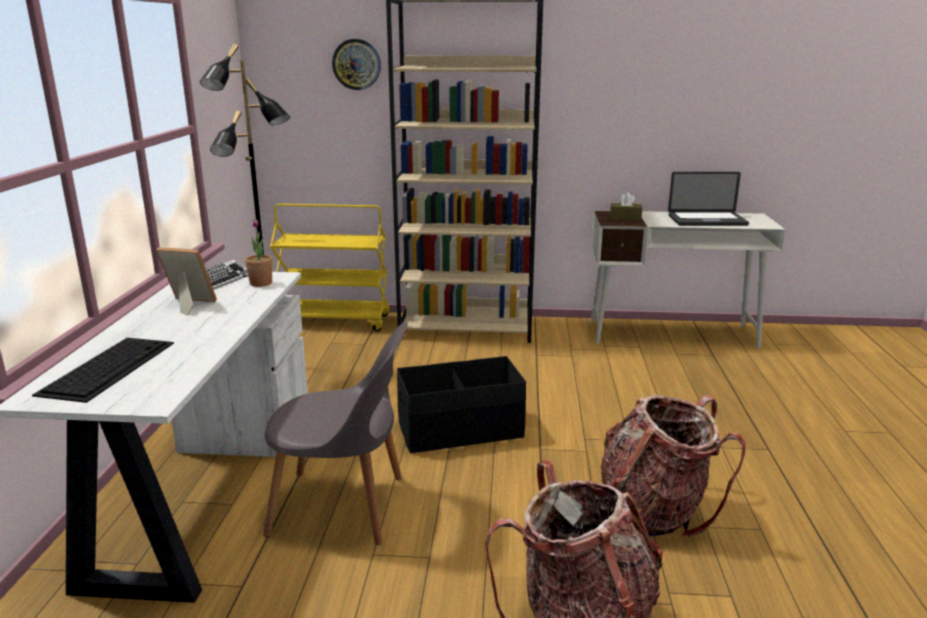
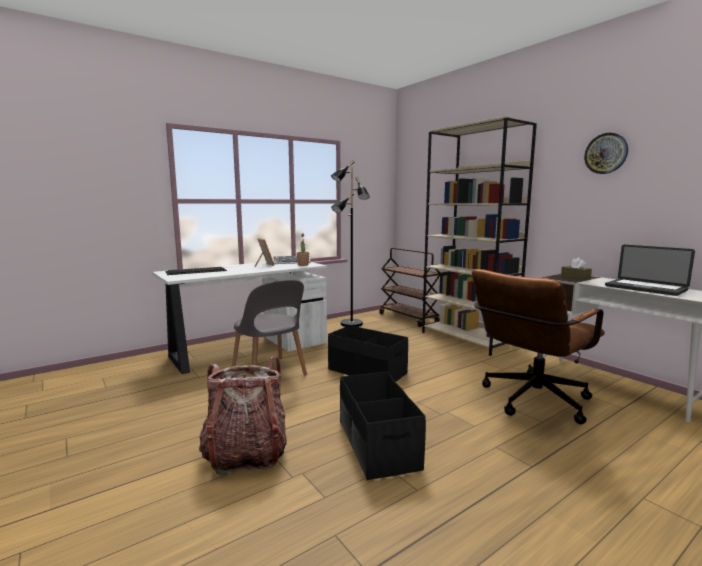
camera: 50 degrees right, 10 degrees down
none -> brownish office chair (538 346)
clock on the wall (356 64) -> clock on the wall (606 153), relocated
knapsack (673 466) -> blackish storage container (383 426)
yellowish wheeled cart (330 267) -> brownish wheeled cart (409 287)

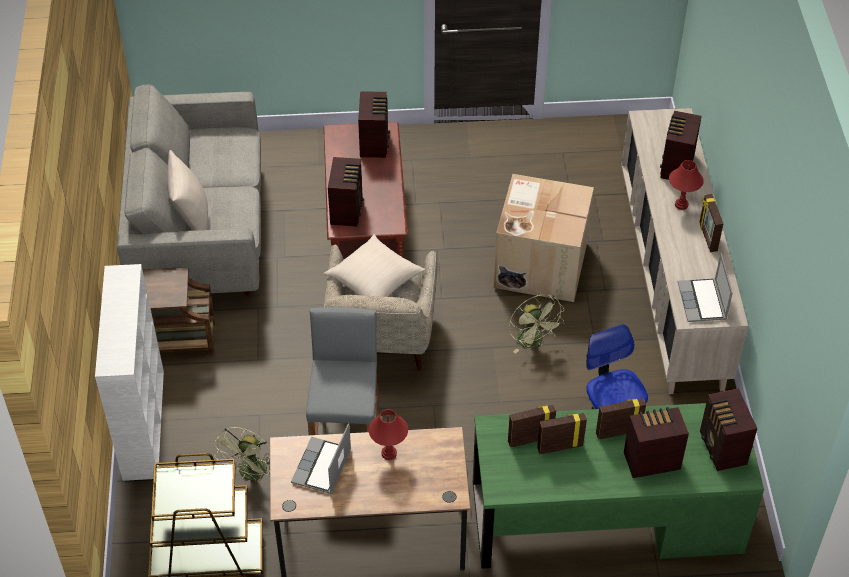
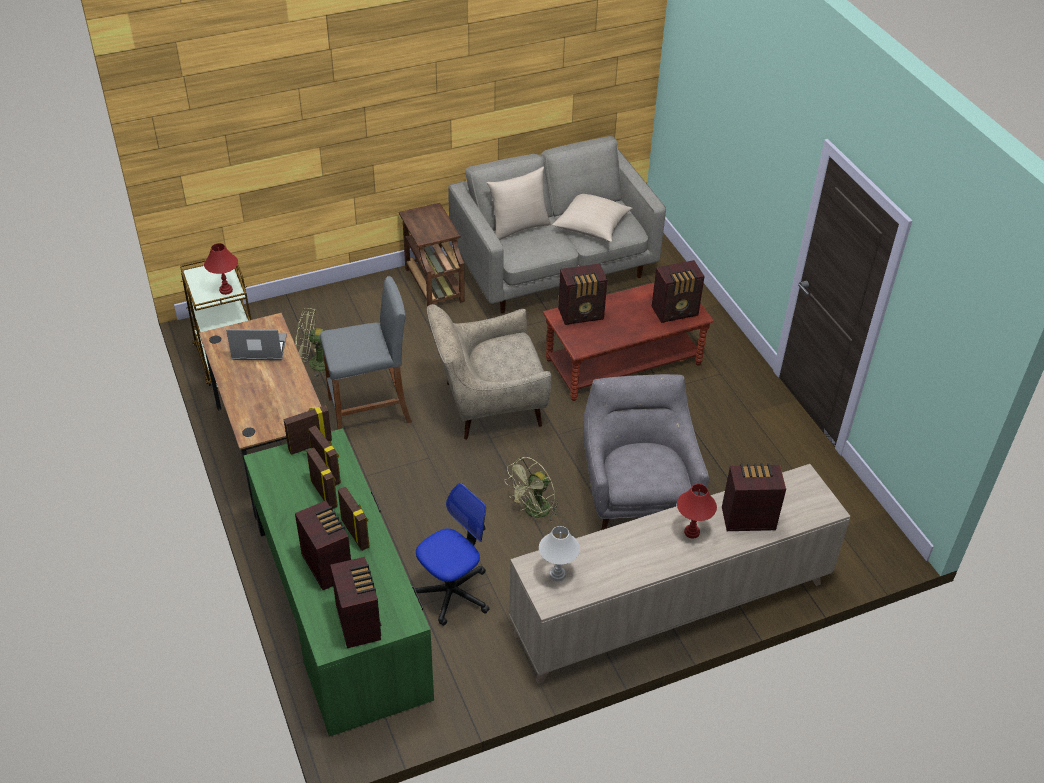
camera: 70 degrees right, 5 degrees down
white shelving unit (129 372) -> none
beige cushion (374 265) -> beige cushion (592 218), relocated
red lamp for a table (388 434) -> red lamp for a table (221 269), relocated
photo frame (711 223) -> photo frame (308 430), relocated
cardboard box (543 238) -> greyish armchair (646 452)
laptop (705 287) -> white lamp for a table (559 553)
radio (728 429) -> radio (355 602), 105 degrees clockwise

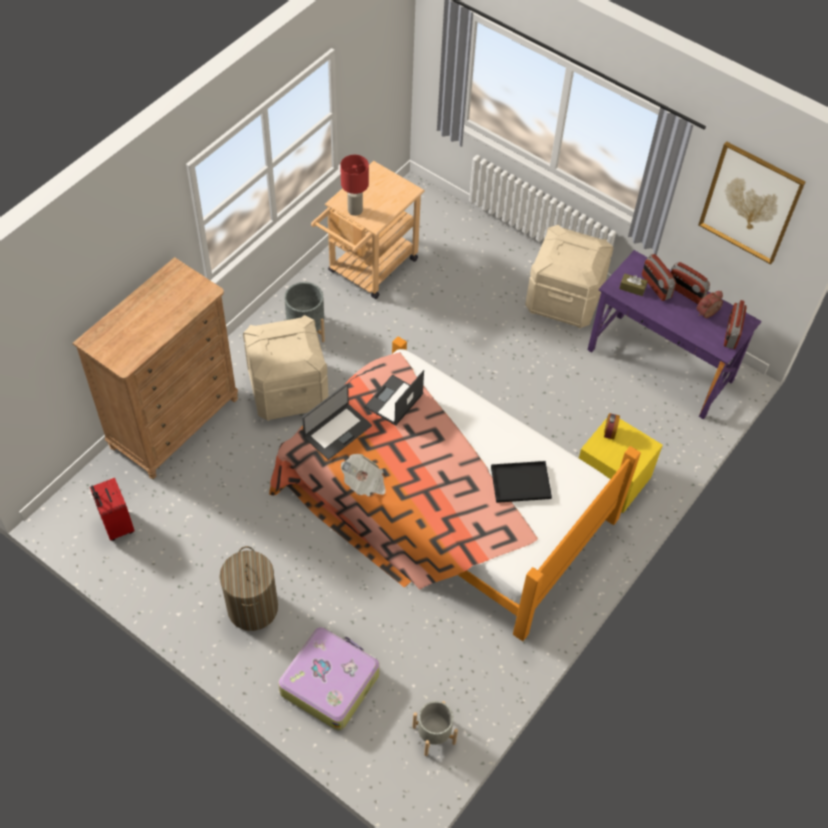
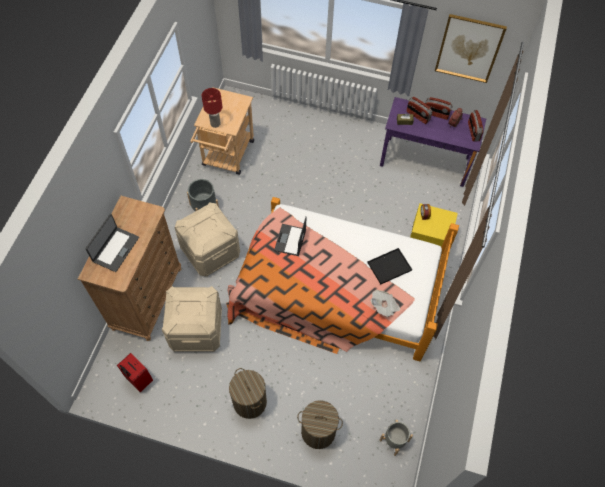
camera: 20 degrees left, 5 degrees up
laptop (337 421) -> laptop (112 243), relocated
printed paper (363 475) -> printed paper (385 303), relocated
beige storage container (569 276) -> beige storage container (192 319), relocated
travel case (329 678) -> washing basket (320 424)

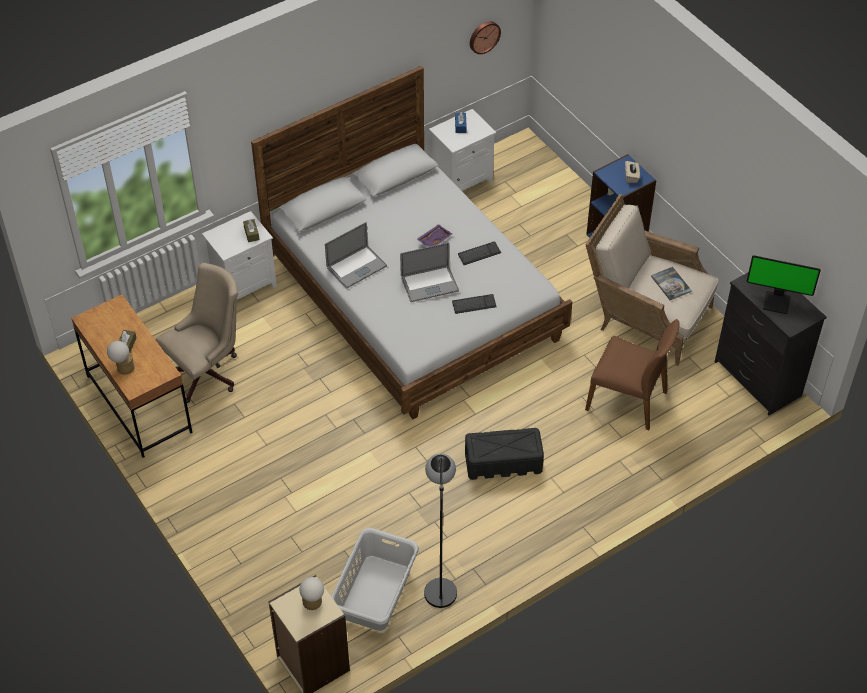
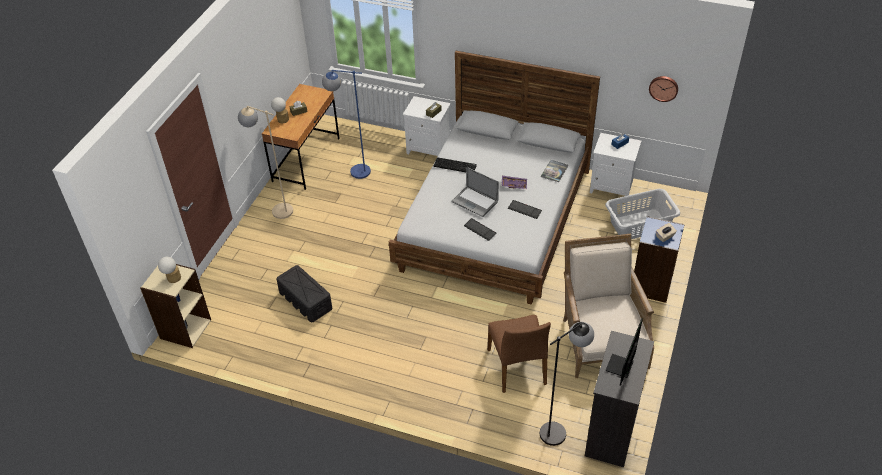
camera: 55 degrees right, 5 degrees down
none -> beige standing lamp (265 162)
greyish washing basket (375 579) -> greyish washing basket (642 214), relocated
blackish standing lamp (440 530) -> blackish standing lamp (567 384), relocated
blackish storage container (504 454) -> blackish storage container (304 293), relocated
book (671 283) -> book (554 171), relocated
beige office chair (197 333) -> blue-coloured standing lamp (346 124)
laptop (356 255) -> keyboard (455 164)
computer display (783 284) -> computer display (624 352), 45 degrees clockwise

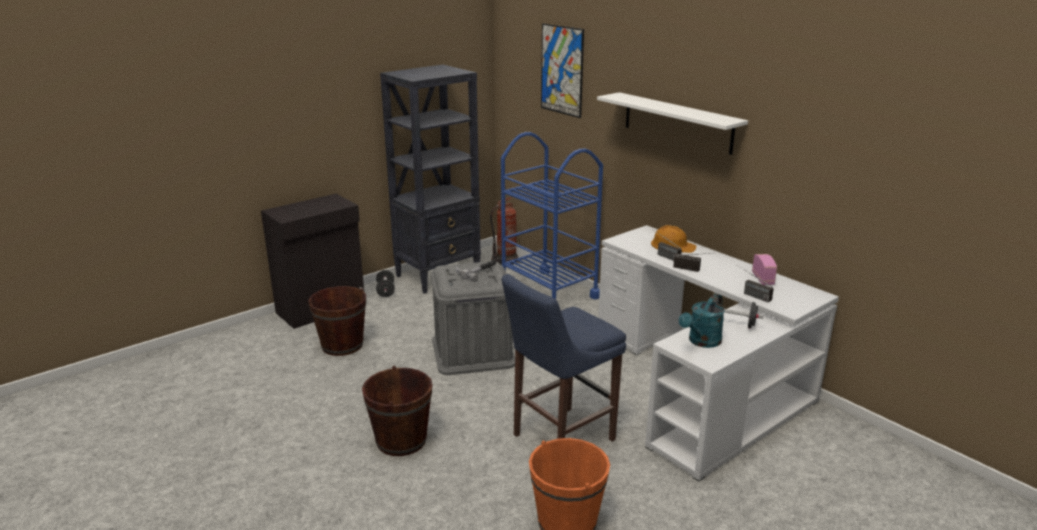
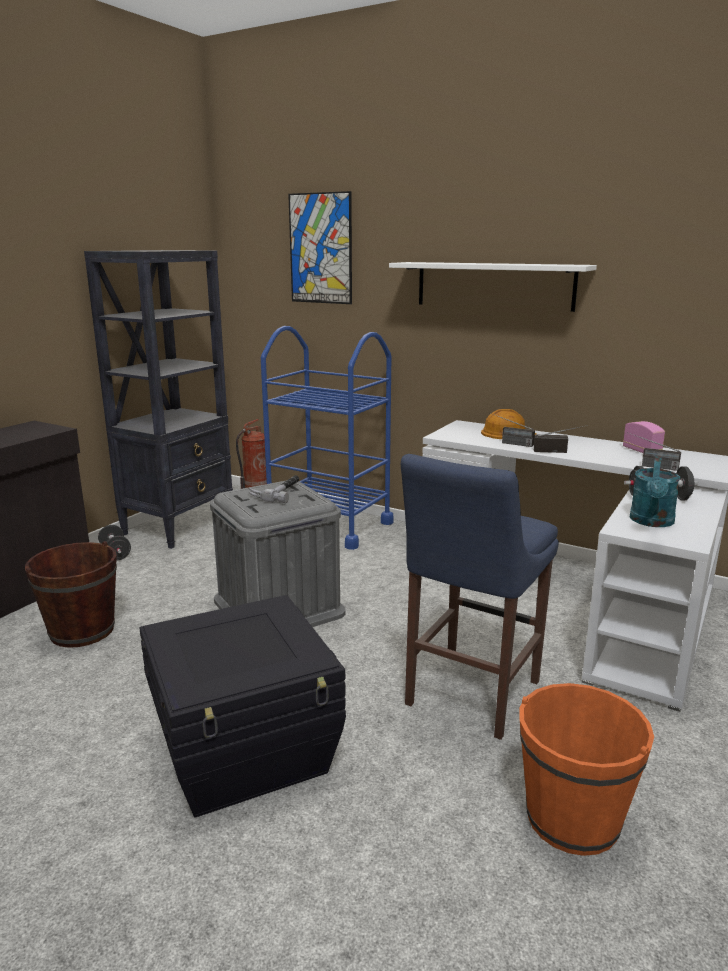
camera: 20 degrees left, 5 degrees down
brownish water bucket (397 410) -> blackish storage container (243 706)

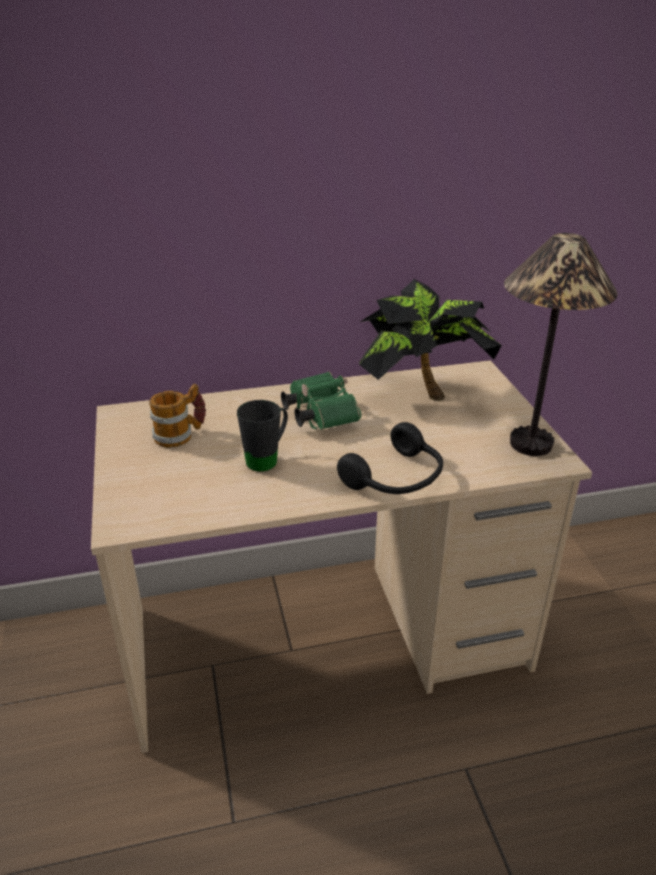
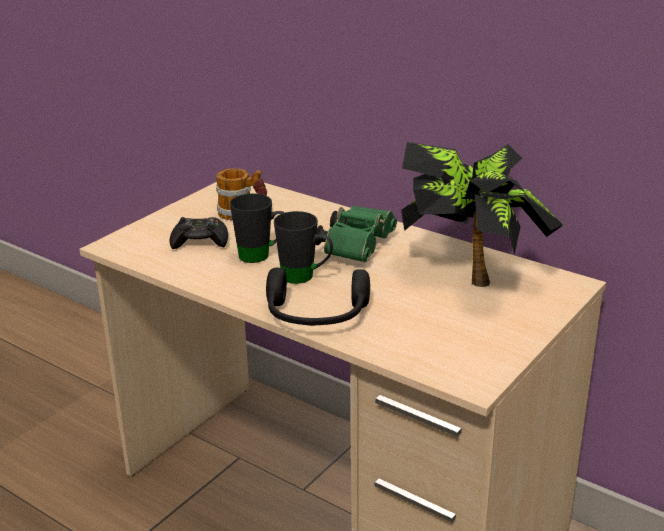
camera: 50 degrees right, 5 degrees down
lamp for a table (561 344) -> none
none -> blackish joypad (198 233)
none -> blackish tea mug (303 247)

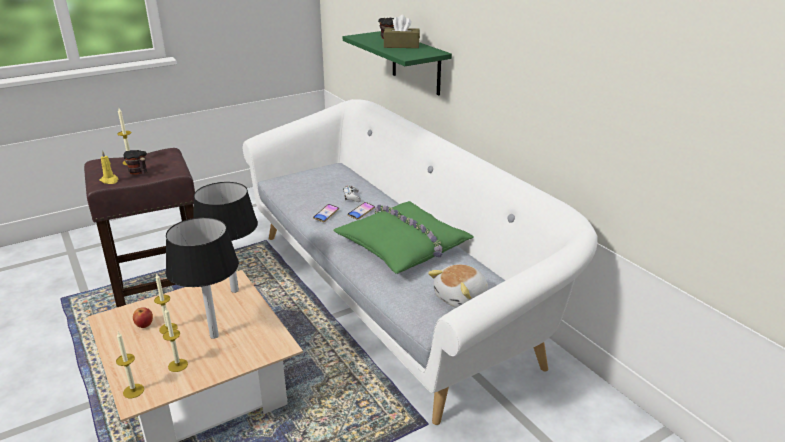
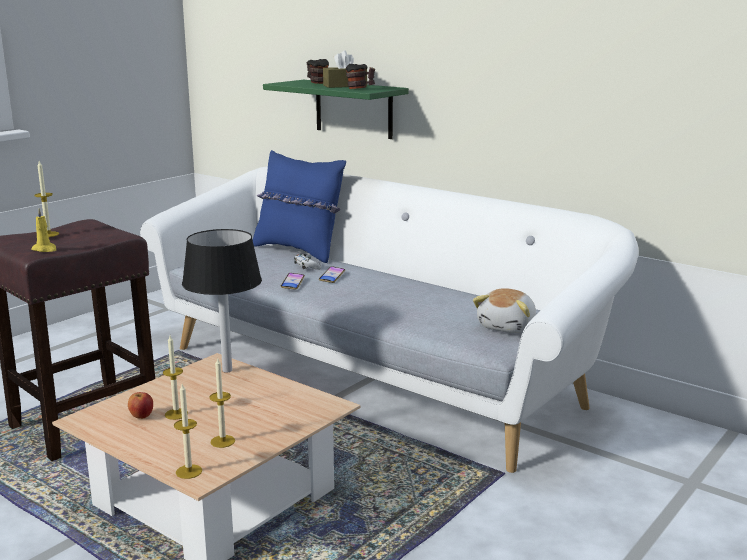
camera: 20 degrees left, 10 degrees down
blackish lamp for a table (202 278) -> none
green cushion (404 237) -> none
none -> blue-coloured cushion (299 206)
tea mug (135 162) -> tea mug (360 76), relocated

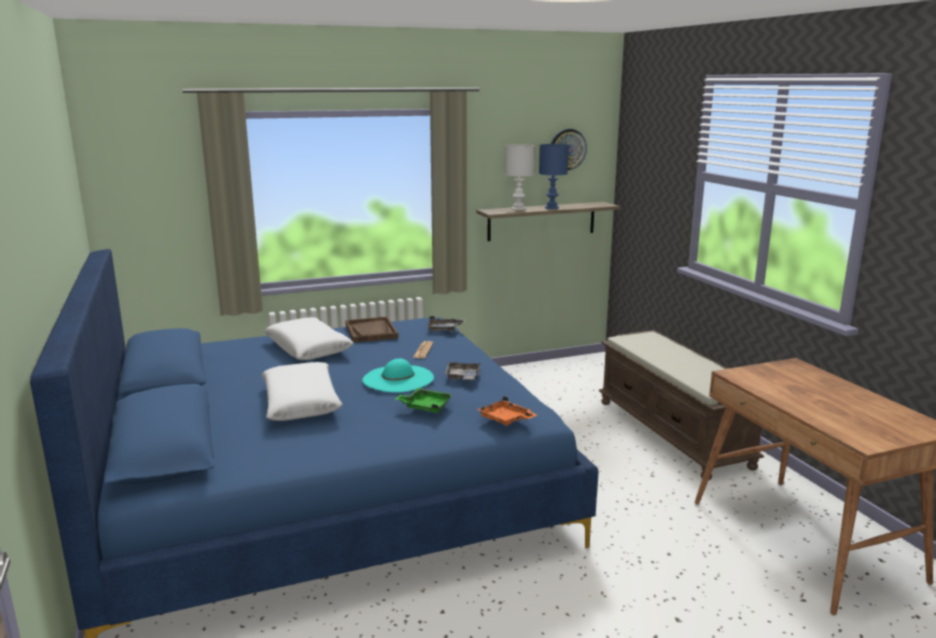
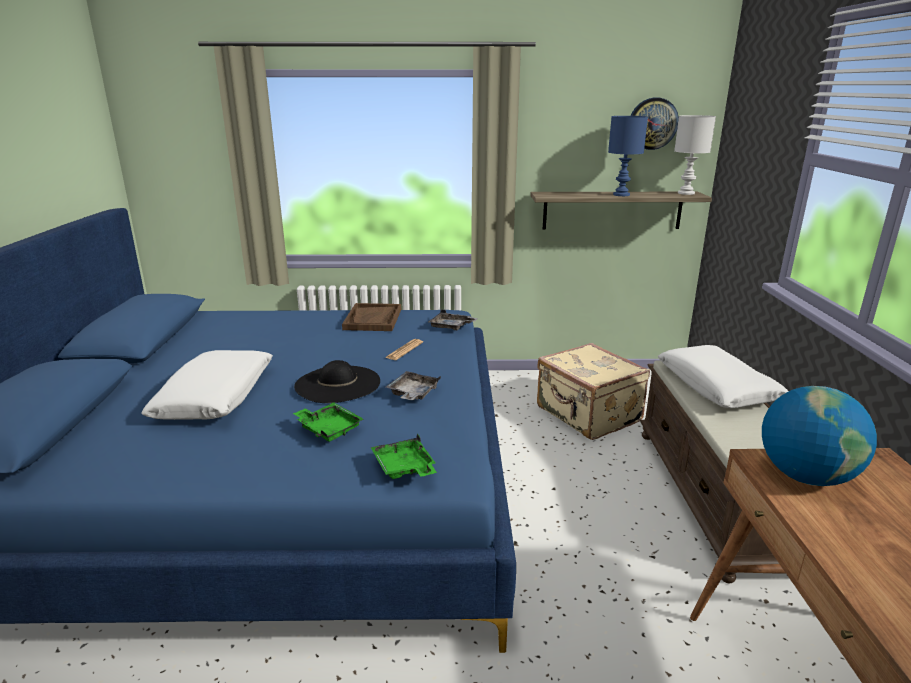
camera: 20 degrees right, 5 degrees up
none -> beige travel case (593 391)
none -> world globe (819 436)
white cushion (309 338) -> white cushion (723 376), relocated
white lamp for a table (520 177) -> white lamp for a table (695 155), relocated
turquoise-coloured hat (398 375) -> blackish hat (337 381)
orangey tray (507 411) -> green tray (404 456)

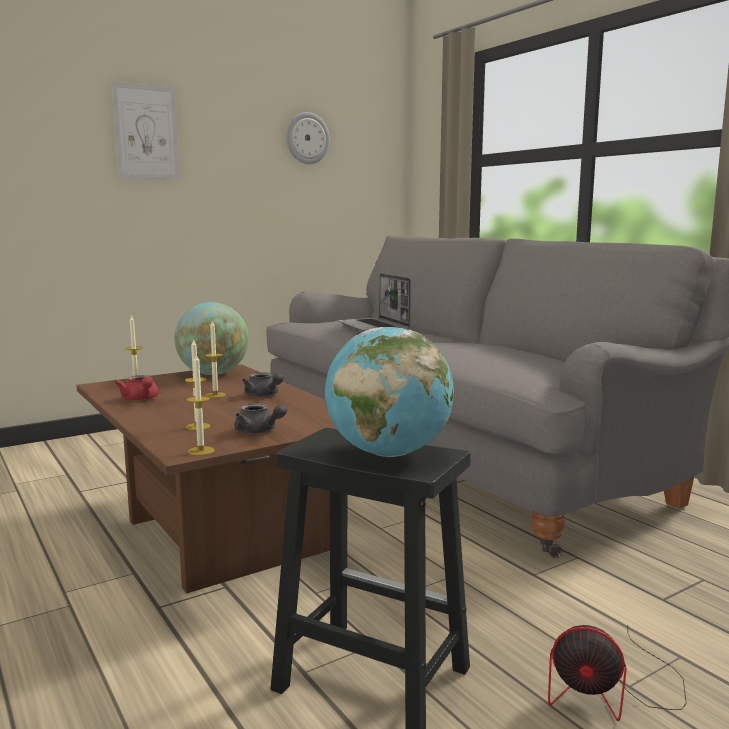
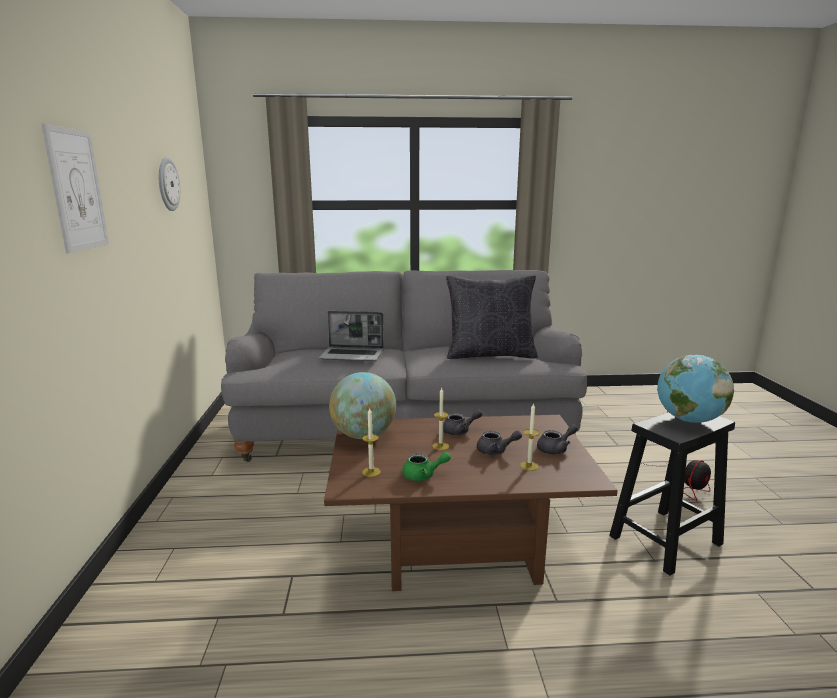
camera: 60 degrees left, 5 degrees up
wax light (200 405) -> none
none -> blackish cushion (492 317)
none -> greyish pot for tea (499 442)
red pot for tea (137 387) -> green pot for tea (426 466)

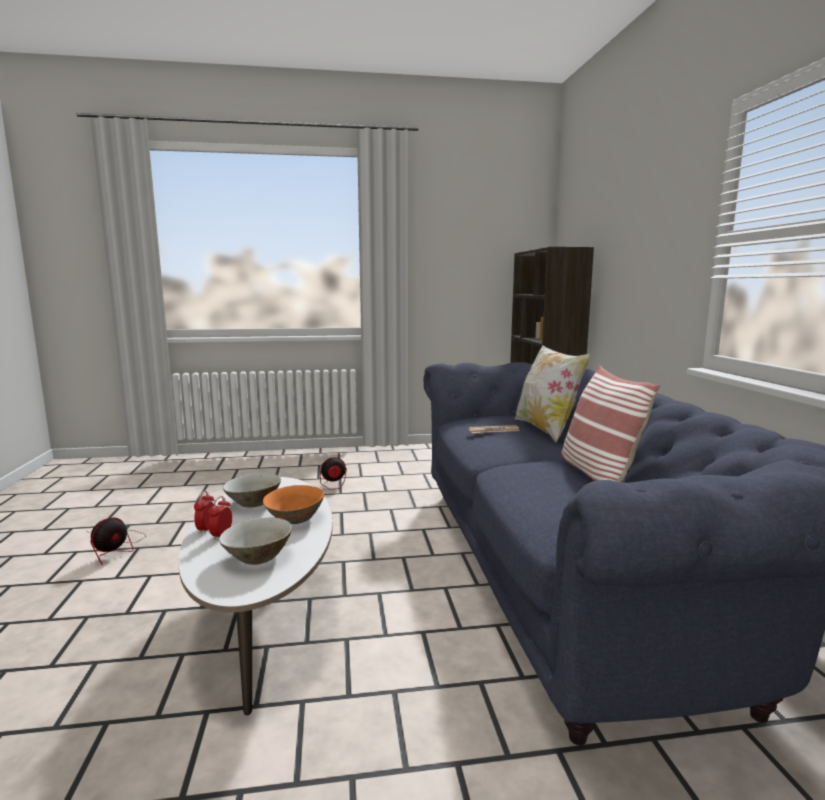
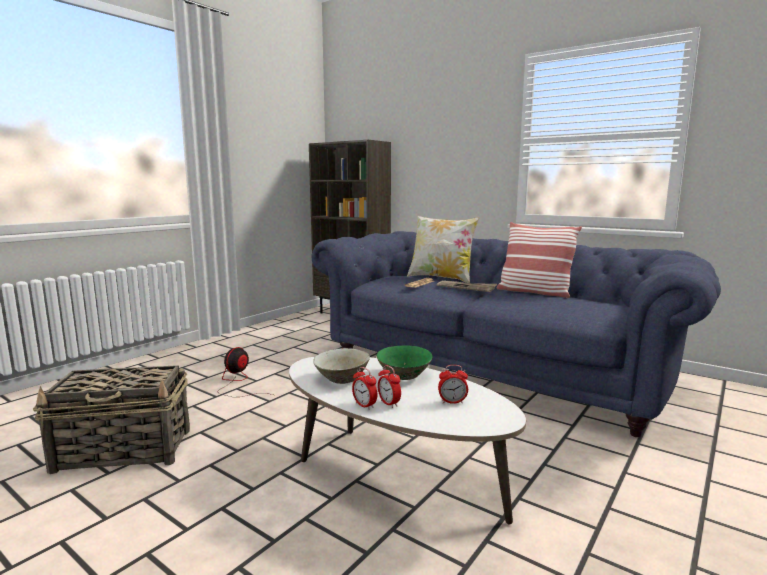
camera: 45 degrees left, 0 degrees up
cooling fan (117 541) -> none
none -> storage basket (111 419)
none -> printed paper (467 286)
beige bowl (255 541) -> alarm clock (453 384)
orangey bowl (293 504) -> green bowl (404 362)

